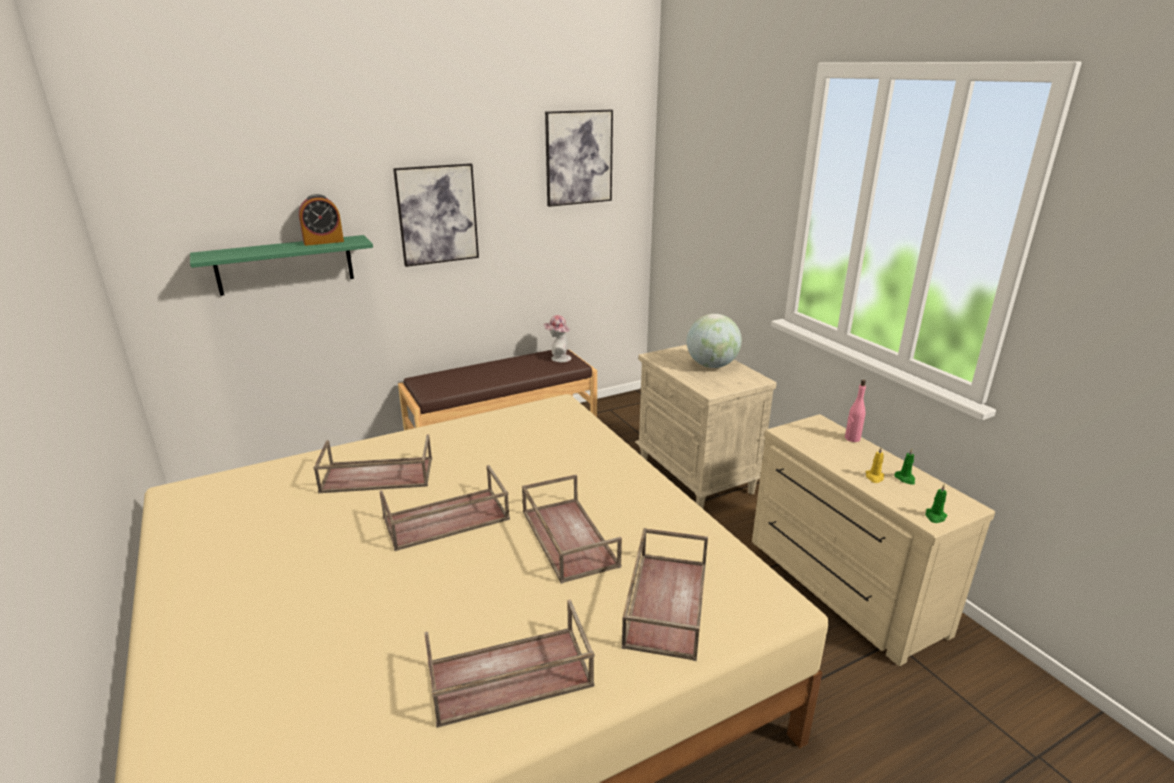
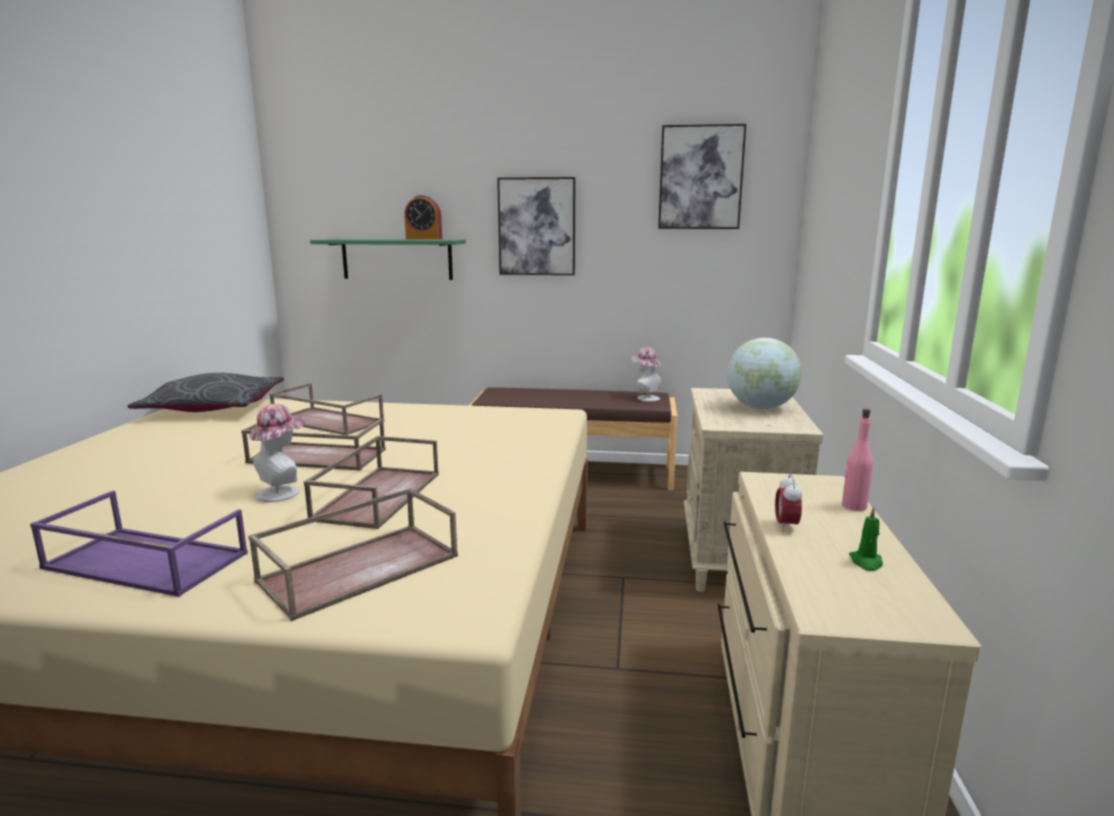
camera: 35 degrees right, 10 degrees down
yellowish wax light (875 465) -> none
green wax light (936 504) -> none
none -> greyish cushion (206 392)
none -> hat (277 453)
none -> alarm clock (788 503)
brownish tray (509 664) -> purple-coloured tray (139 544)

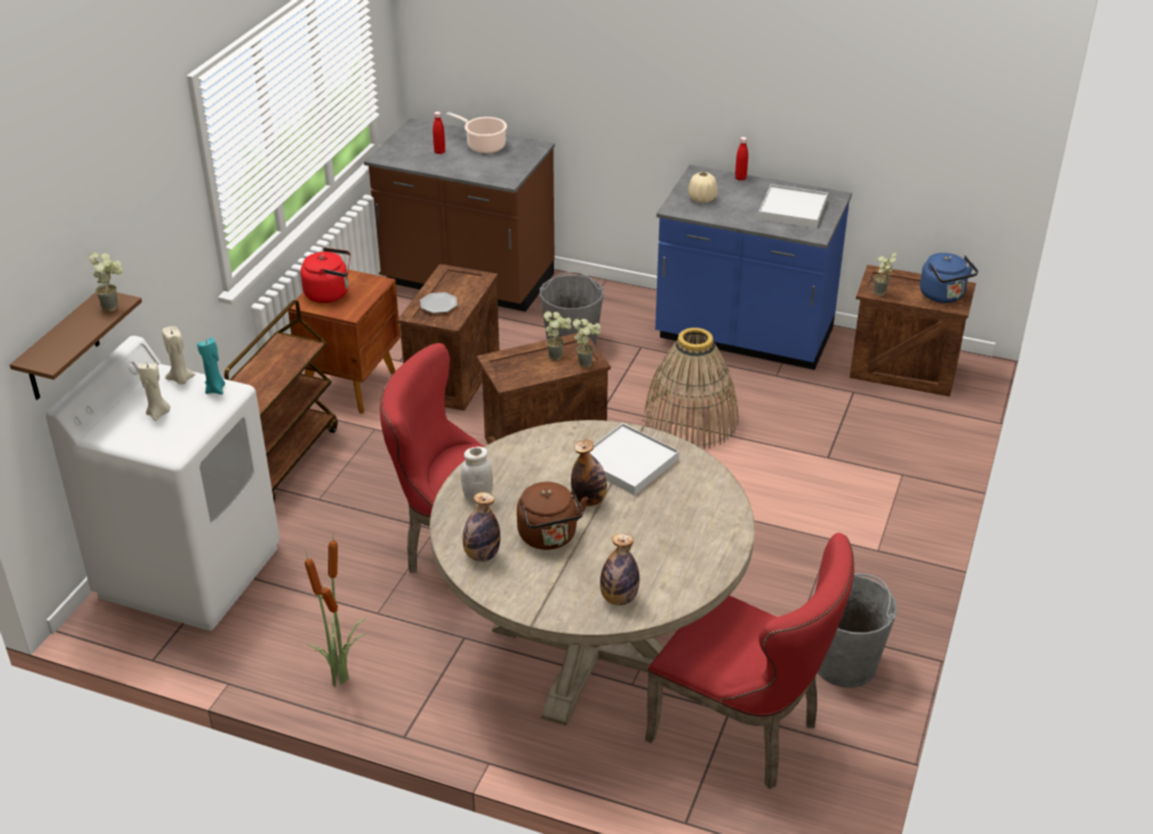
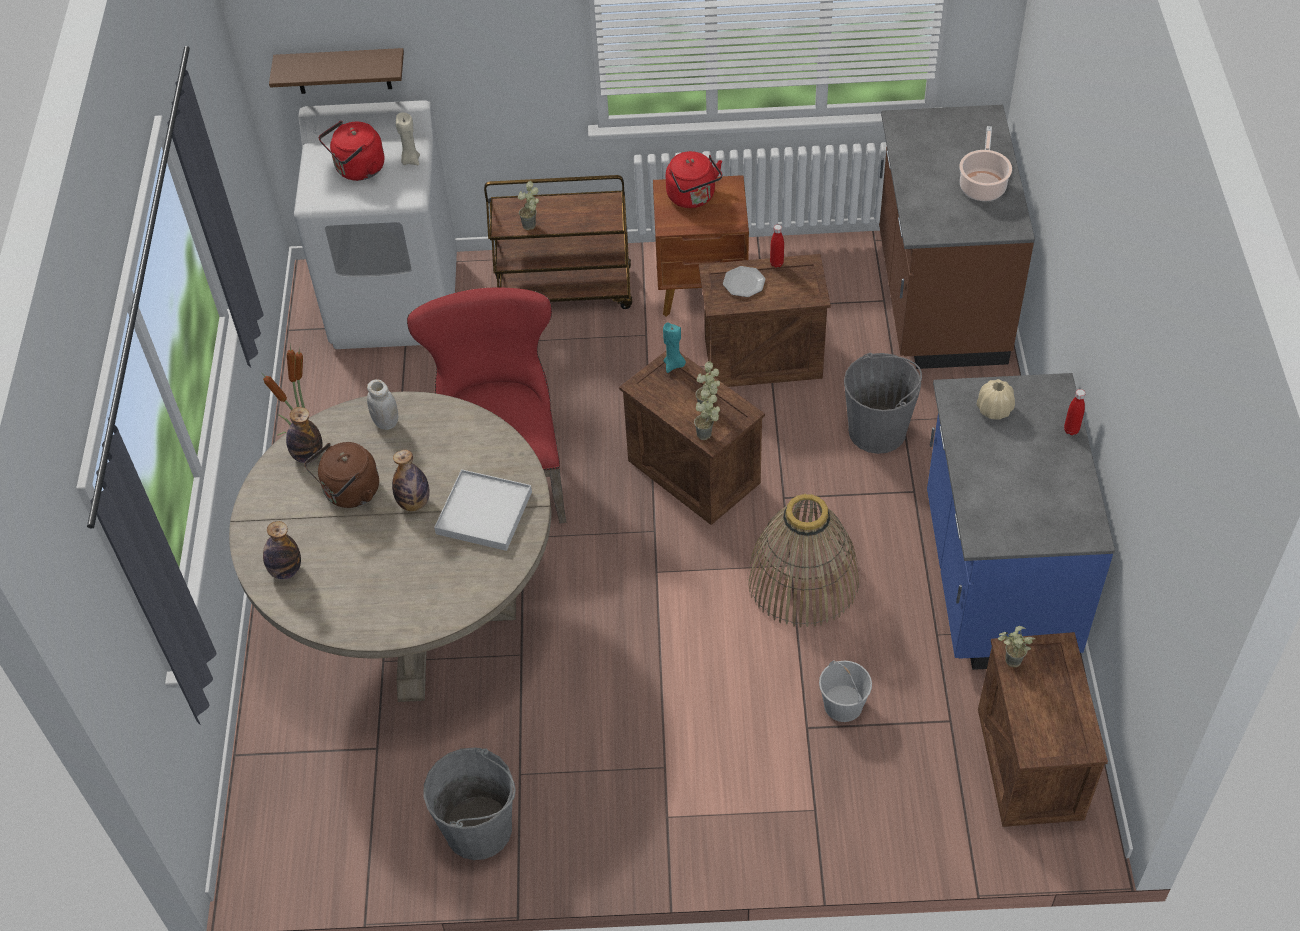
camera: 70 degrees right, 15 degrees up
red plain chair (749 661) -> none
white tray (793 206) -> none
blue-coloured kettle (949 278) -> none
none -> white water bucket (845 691)
plant in a pot (106 281) -> plant in a pot (528 205), relocated
turquoise-coloured wax light (211 366) -> turquoise-coloured wax light (674 347), relocated
red bottle (439 132) -> red bottle (777 246), relocated
beige wax light (154 392) -> red kettle (351 151)

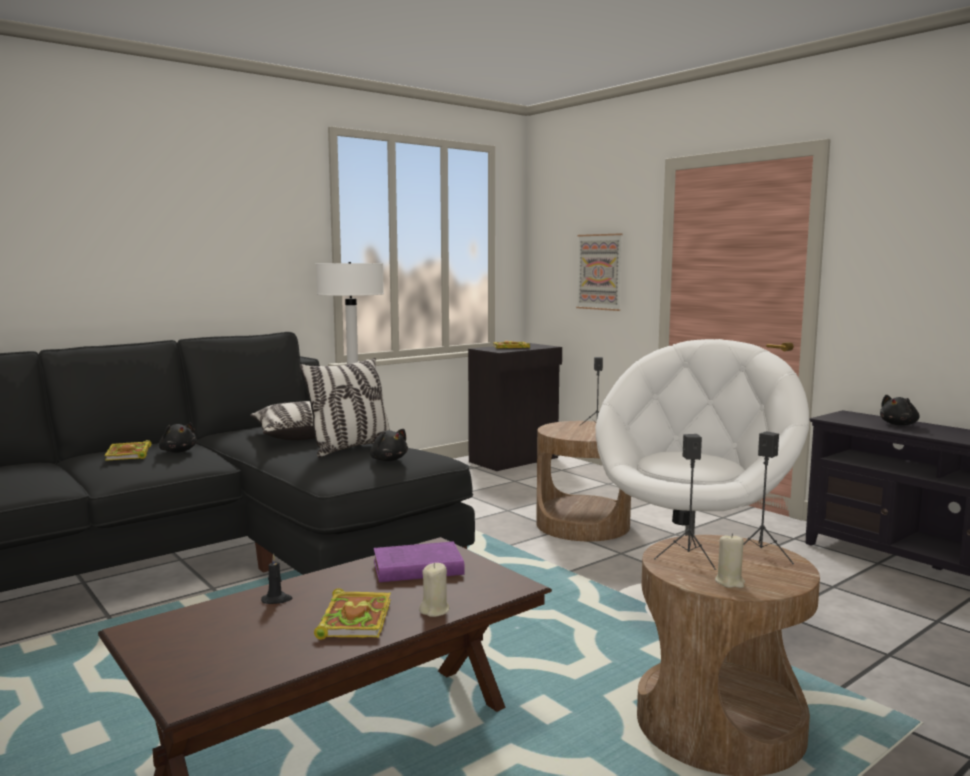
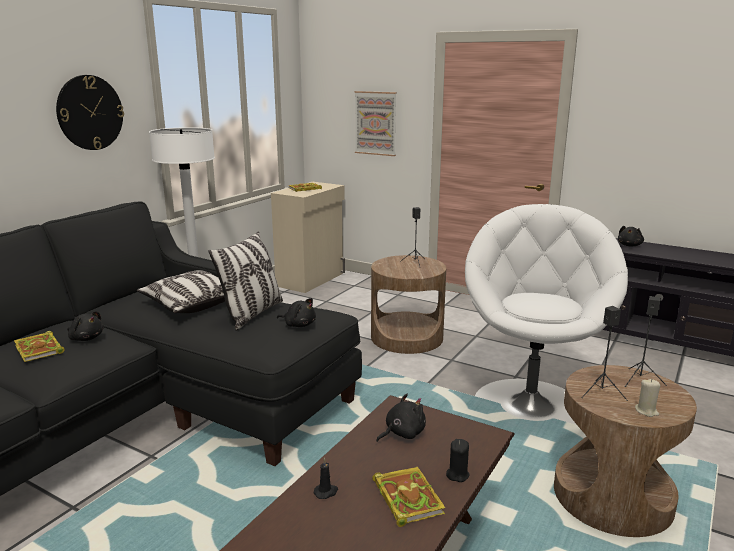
camera: 20 degrees left, 10 degrees up
none -> clock on the wall (90 112)
purple-coloured book (419 561) -> blackish cuddly toy (401 418)
beige wax light (434 590) -> blackish wax light (458 460)
blackish cabinet (515 407) -> beige cabinet (308 237)

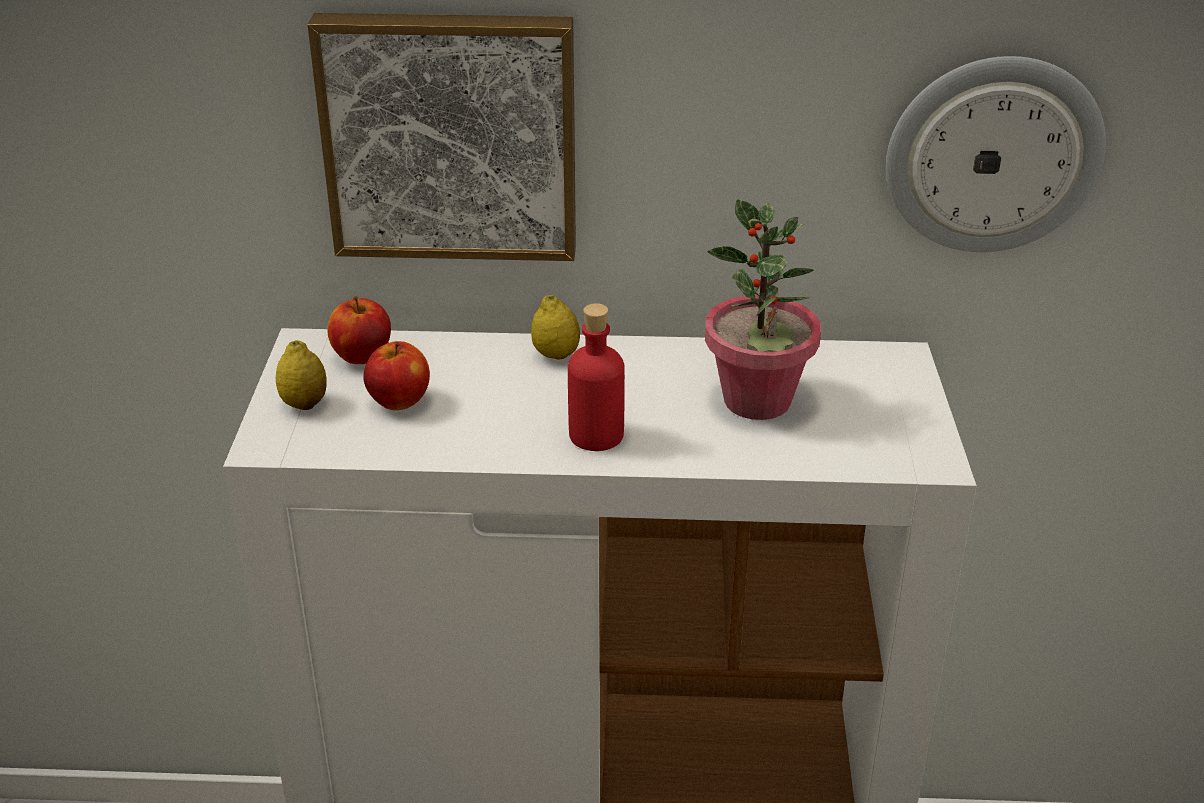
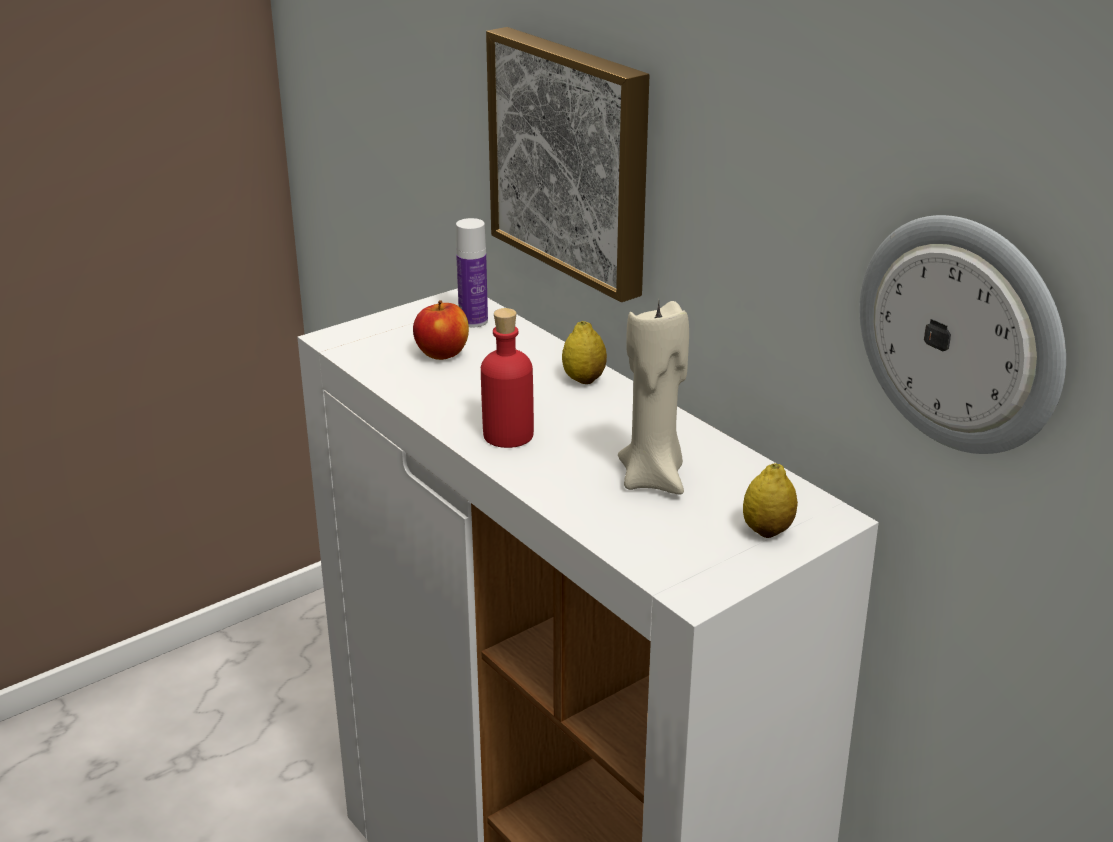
camera: 50 degrees right, 5 degrees down
lemon (301 375) -> lemon (770 500), relocated
apple (359 329) -> bottle (472 272)
plant in a pot (763 309) -> beige wax light (653 398)

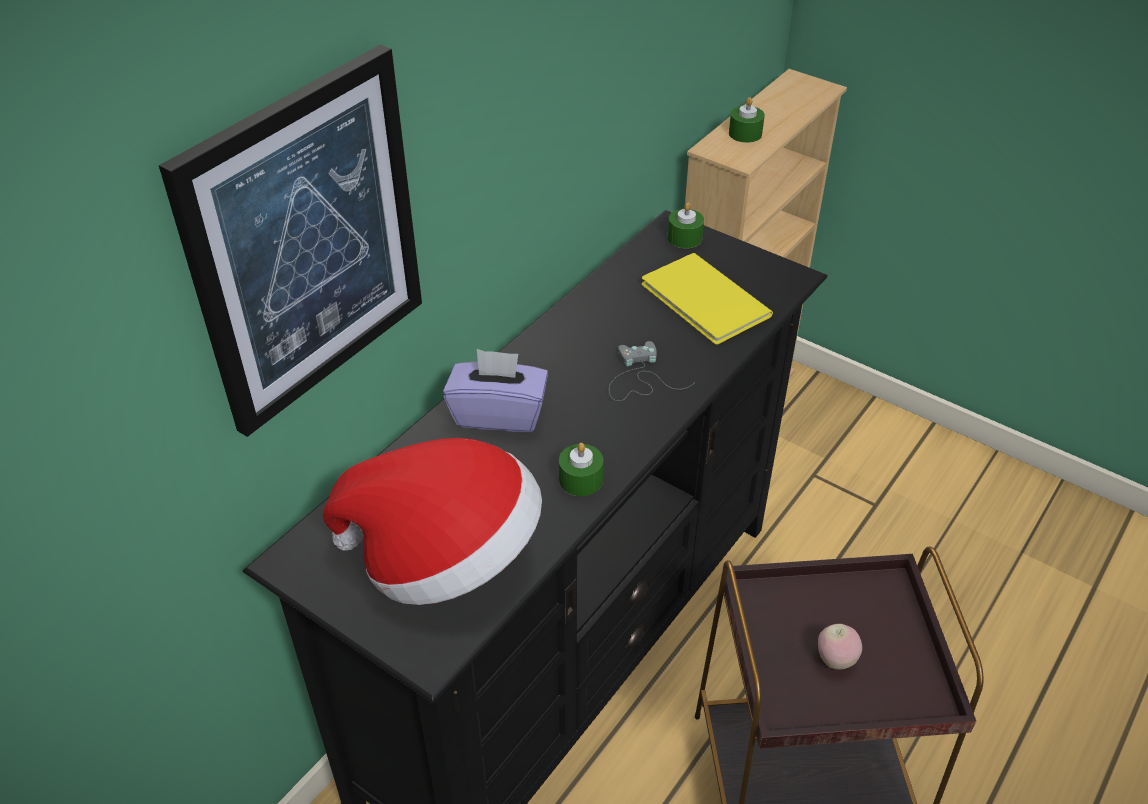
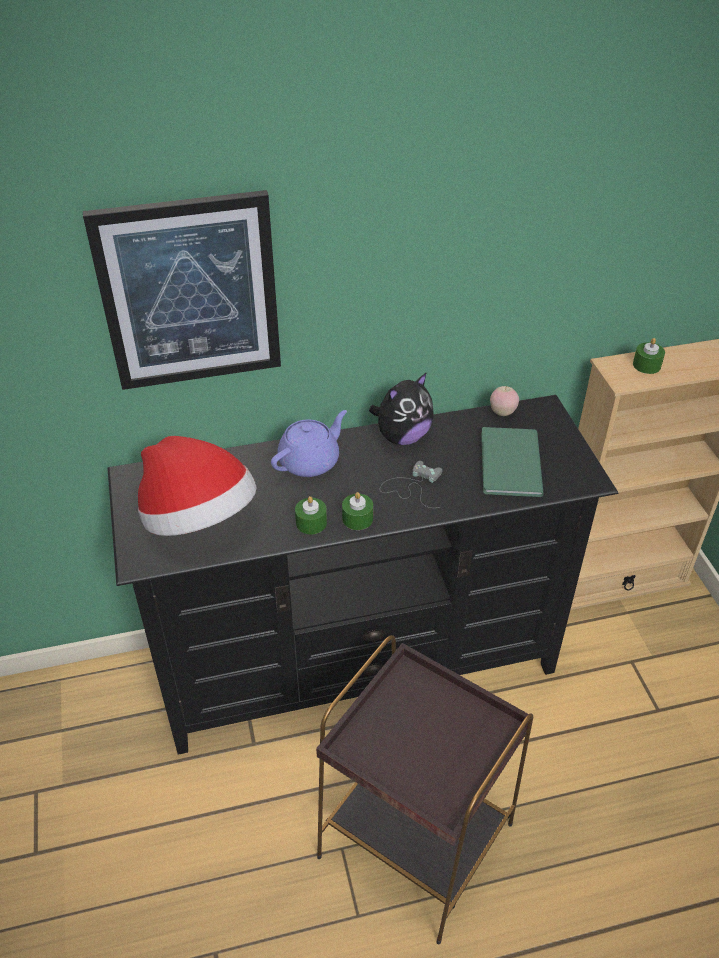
camera: 40 degrees right, 0 degrees up
none -> cuddly toy (401 408)
green wax light (686 225) -> green wax light (357 511), relocated
apple (840 646) -> apple (504 401), relocated
purple-coloured tissue holder (495 390) -> purple-coloured pot for tea (309 443)
yellowish book (707 298) -> green book (512 462)

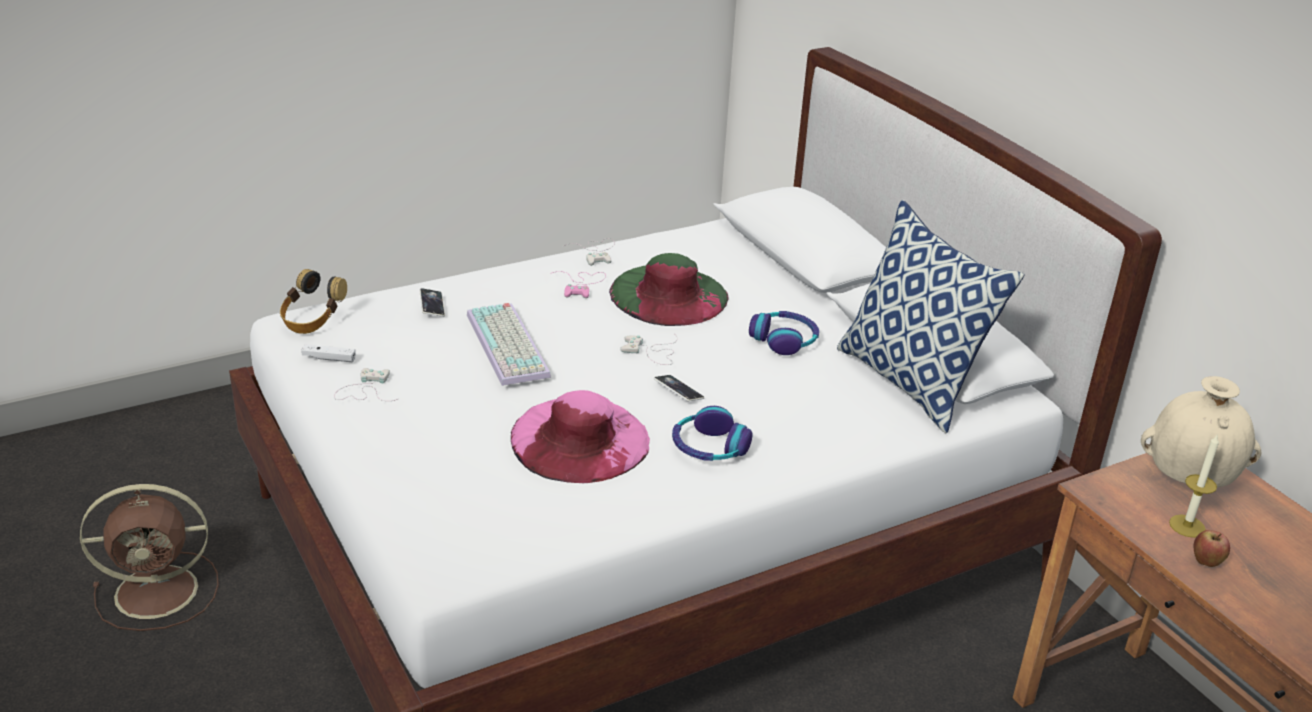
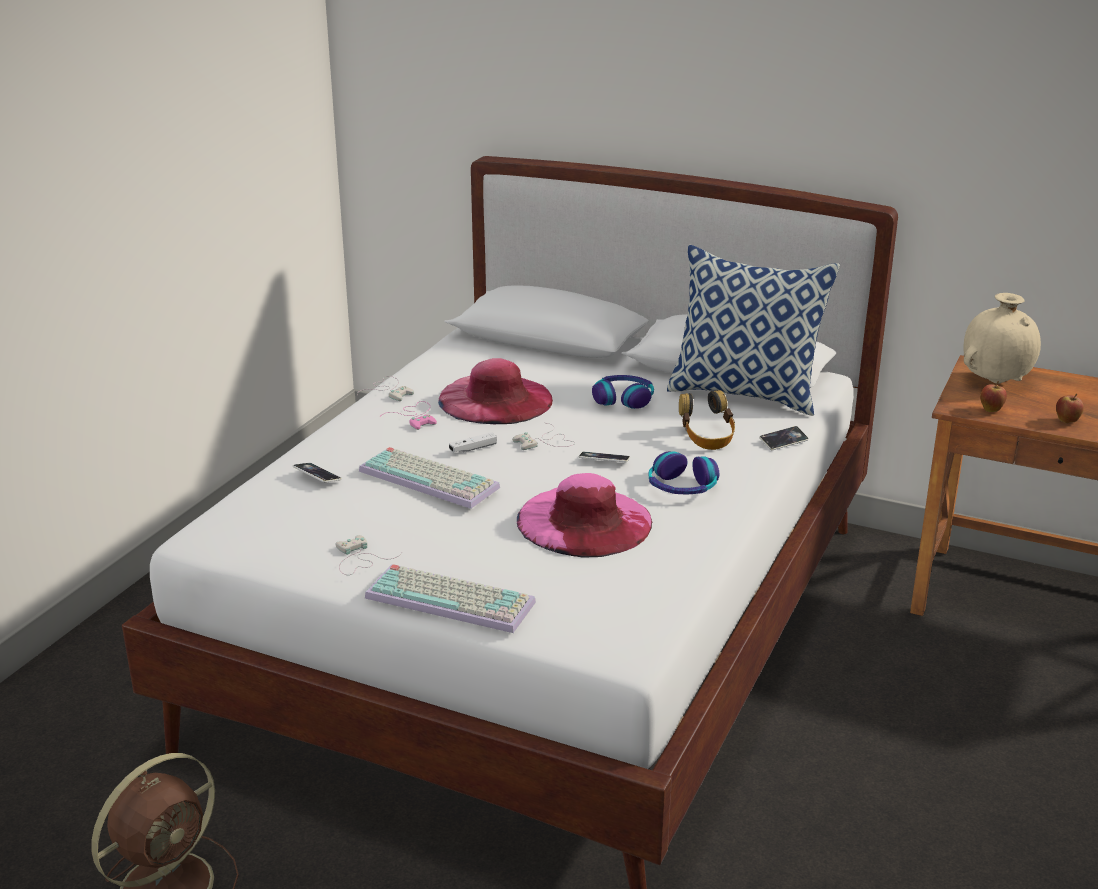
camera: 35 degrees left, 5 degrees down
wax light (1194 486) -> none
none -> keyboard (450 598)
none -> handset (784 438)
none -> apple (993 396)
headphones (313 301) -> headphones (707 420), relocated
white joypad (328 353) -> white joypad (473 442), relocated
green hat (668 289) -> pink-coloured hat (495 391)

